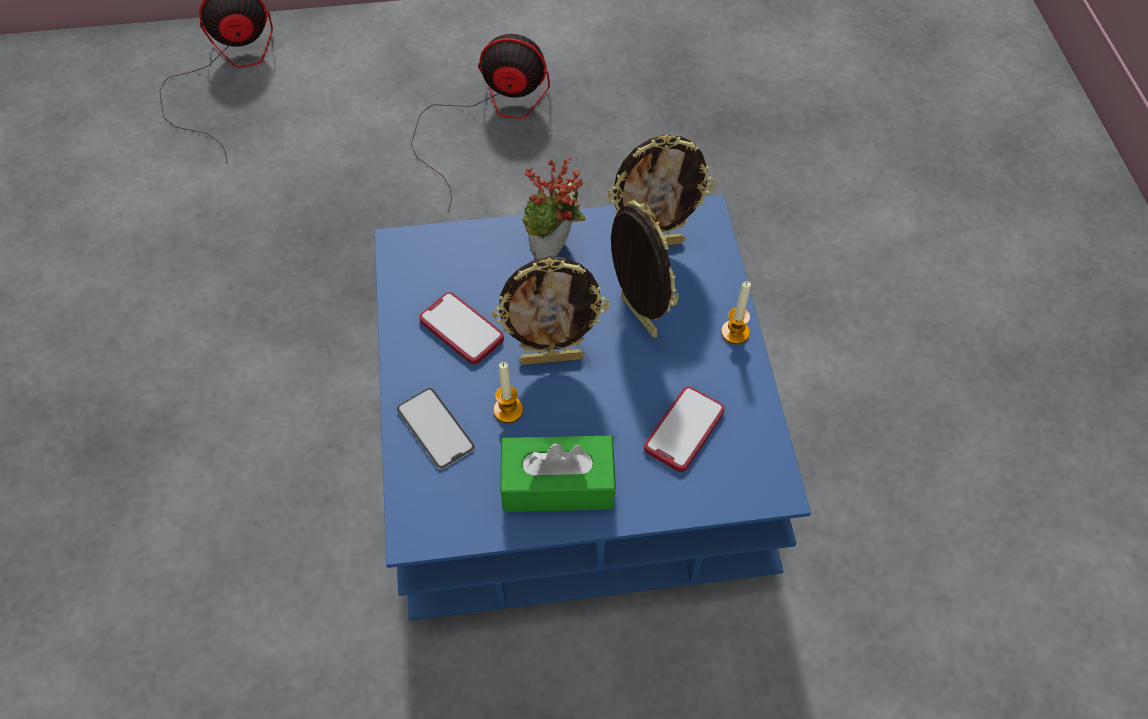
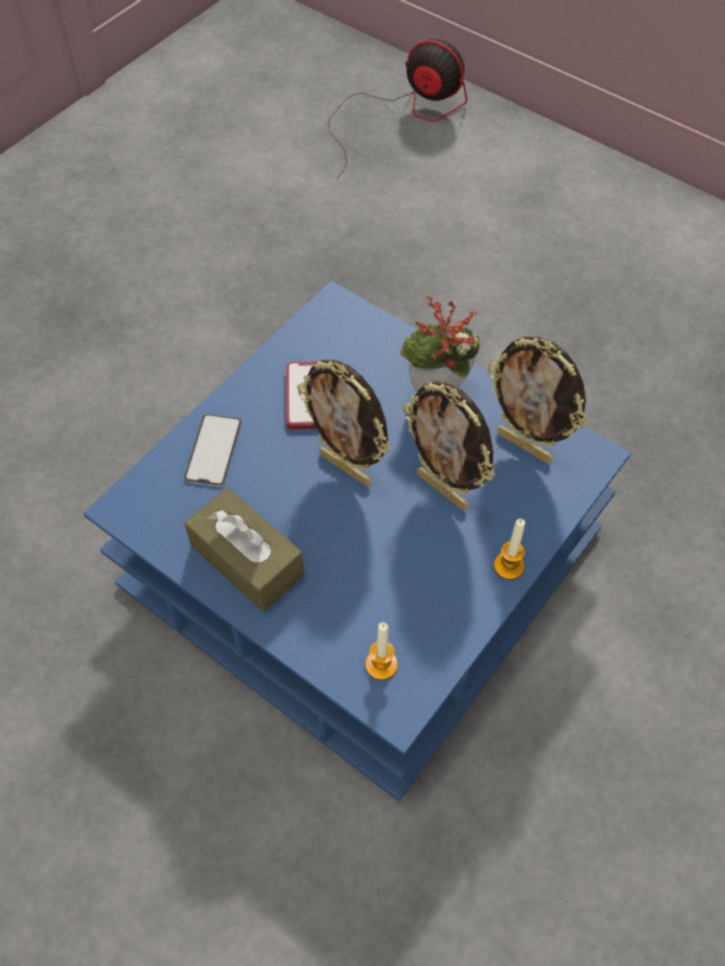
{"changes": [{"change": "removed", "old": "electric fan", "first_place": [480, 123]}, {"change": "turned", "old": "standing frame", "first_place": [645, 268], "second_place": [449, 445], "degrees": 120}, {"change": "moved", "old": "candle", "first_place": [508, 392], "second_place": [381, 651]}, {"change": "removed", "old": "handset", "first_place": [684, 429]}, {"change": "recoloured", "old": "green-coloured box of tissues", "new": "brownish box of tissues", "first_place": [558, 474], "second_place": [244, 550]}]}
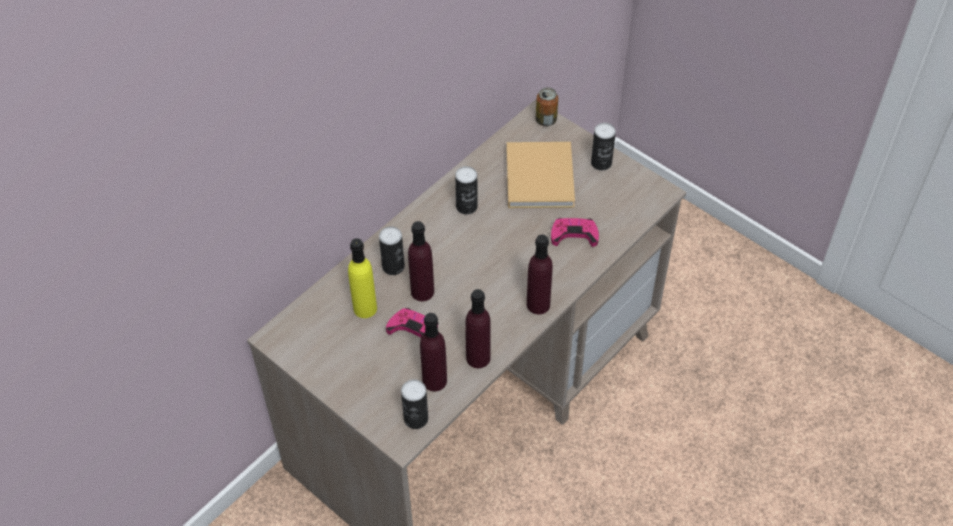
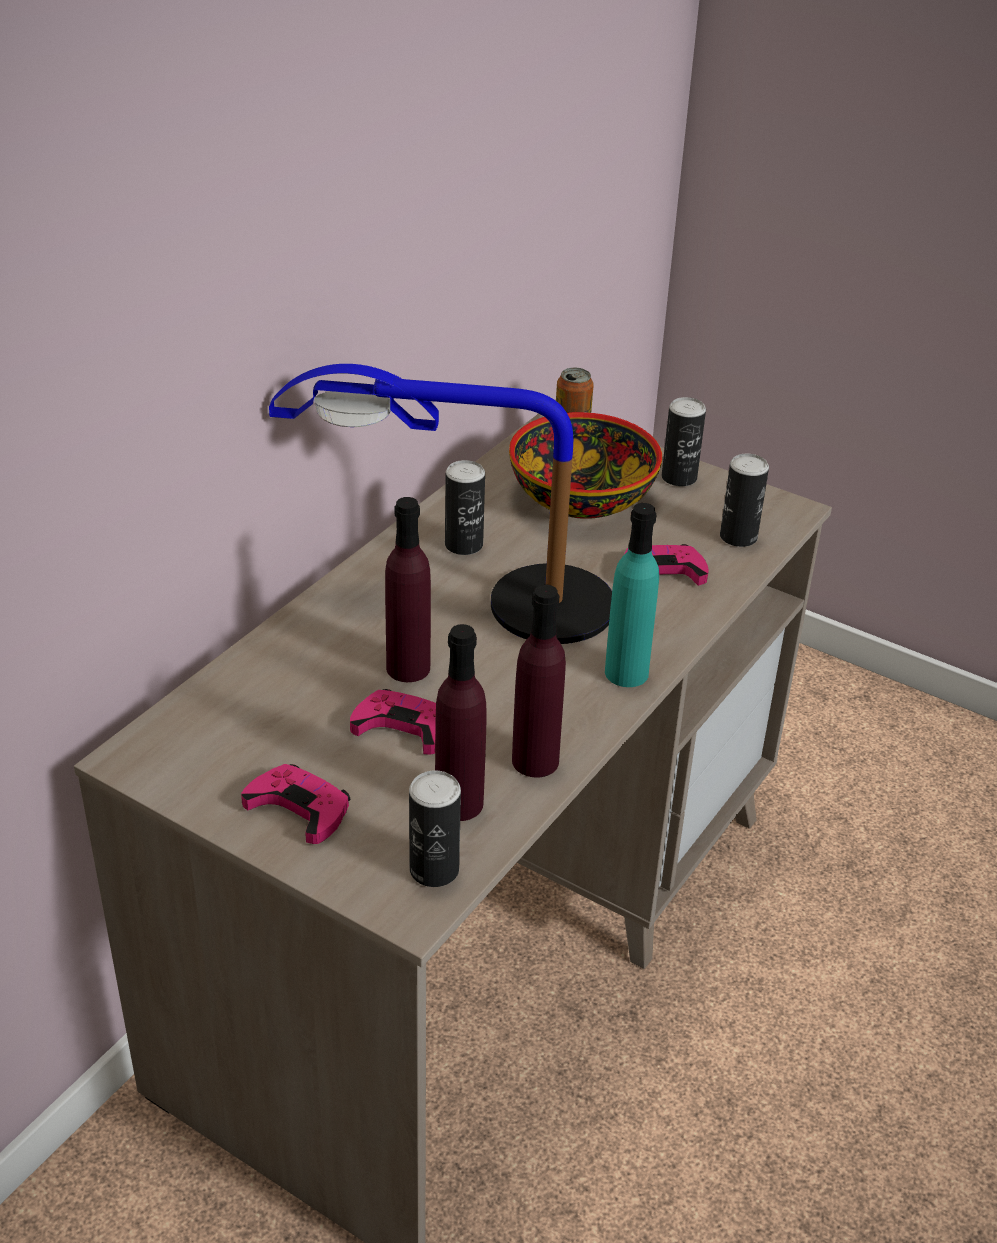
{"changes": [{"change": "replaced", "old": "sand-coloured bound book", "new": "serving bowl", "first_place": [540, 175], "second_place": [585, 465]}, {"change": "moved", "old": "sealed can", "first_place": [392, 250], "second_place": [744, 500]}, {"change": "recoloured", "old": "purple beverage bottle", "new": "blue-green beverage bottle", "first_place": [540, 274], "second_place": [632, 595]}, {"change": "removed", "old": "yellow-coloured beverage bottle", "first_place": [362, 278]}, {"change": "added", "new": "table lamp", "second_place": [440, 504]}, {"change": "added", "new": "pink-coloured joypad", "second_place": [295, 804]}]}
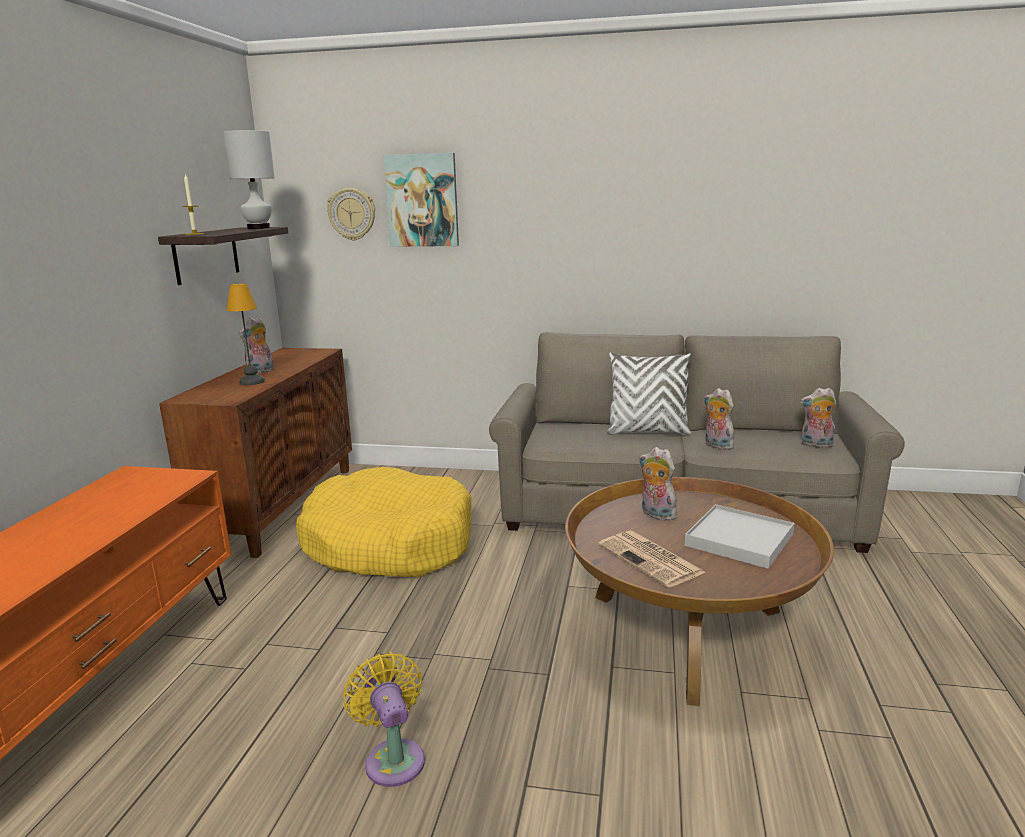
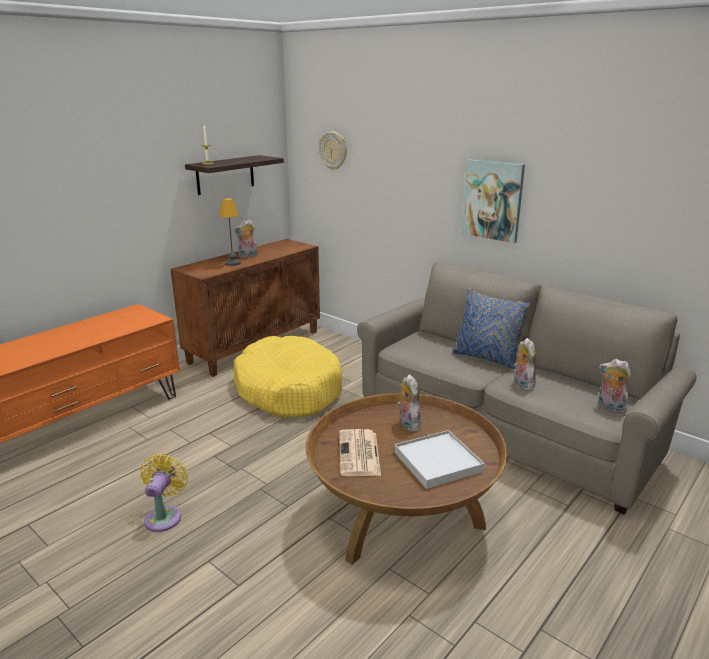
{"changes": [{"change": "removed", "old": "white table lamp", "first_place": [249, 179]}, {"change": "moved", "old": "wall art", "first_place": [421, 200], "second_place": [493, 201]}, {"change": "recoloured", "old": "white pillow", "new": "blue pillow", "first_place": [649, 393], "second_place": [491, 328]}]}
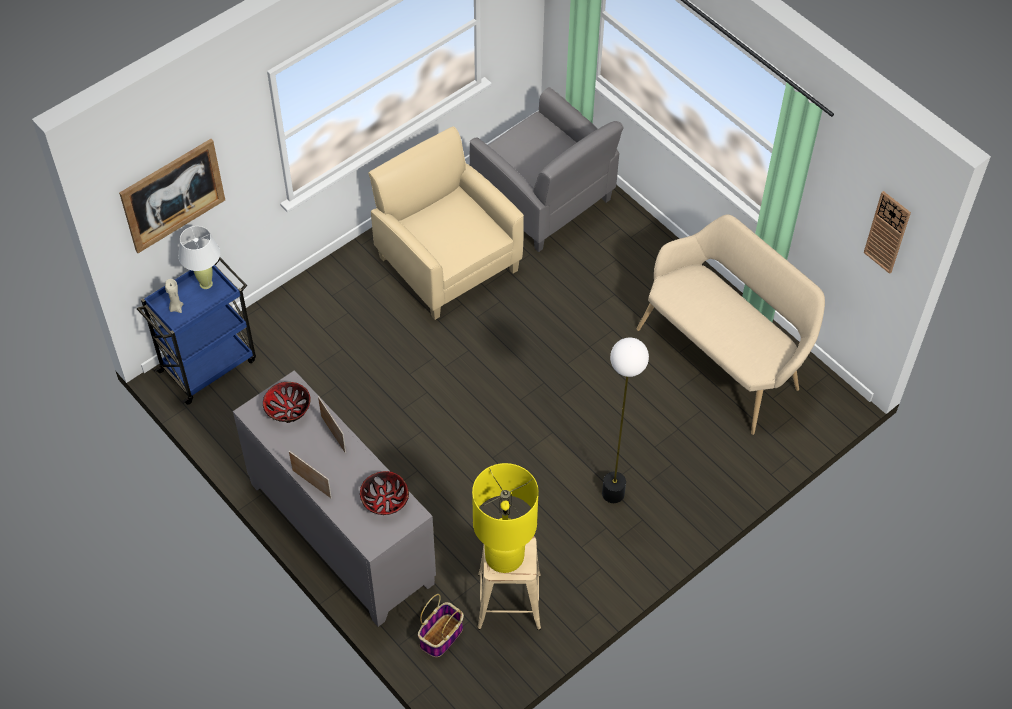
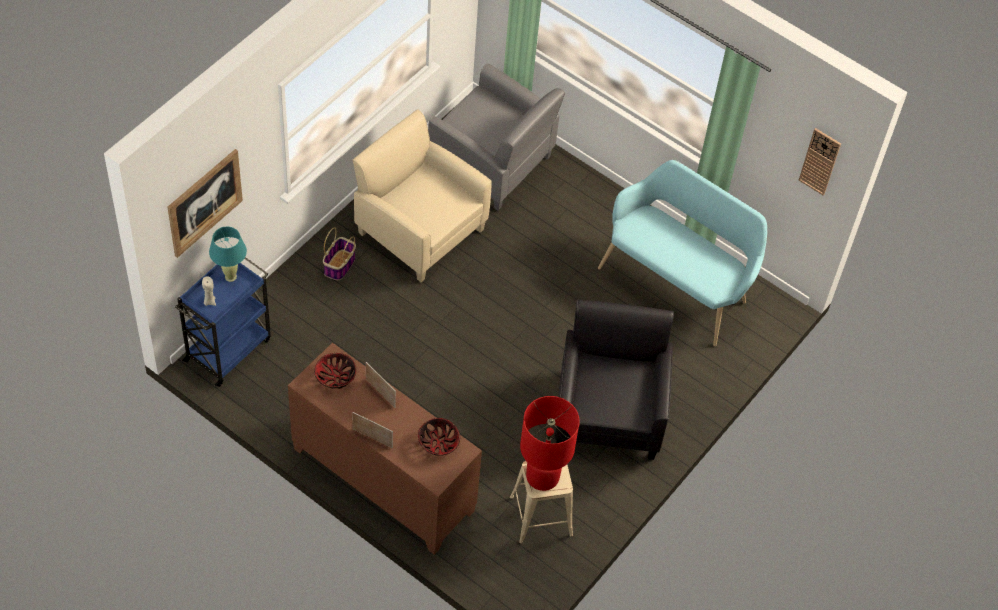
{"changes": [{"change": "recoloured", "old": "sand-coloured indoor bench", "new": "blue-green indoor bench", "first_place": [731, 325], "second_place": [682, 253]}, {"change": "recoloured", "old": "white table lamp", "new": "blue-green table lamp", "first_place": [199, 257], "second_place": [228, 254]}, {"change": "replaced", "old": "standing lamp", "new": "black armchair", "first_place": [625, 420], "second_place": [614, 379]}, {"change": "recoloured", "old": "greyish storage cabinet", "new": "brownish storage cabinet", "first_place": [334, 498], "second_place": [385, 449]}, {"change": "recoloured", "old": "yellow-coloured table lamp", "new": "reddish table lamp", "first_place": [505, 518], "second_place": [550, 443]}, {"change": "moved", "old": "household basket", "first_place": [441, 625], "second_place": [339, 253]}]}
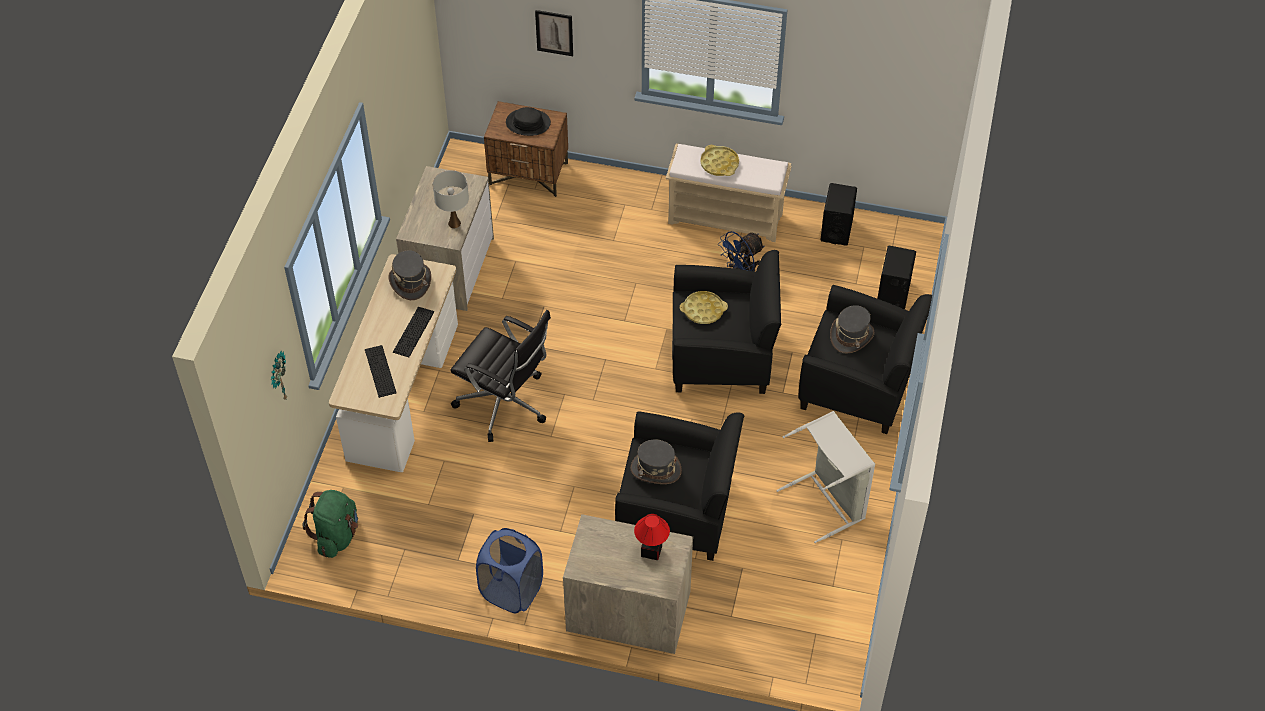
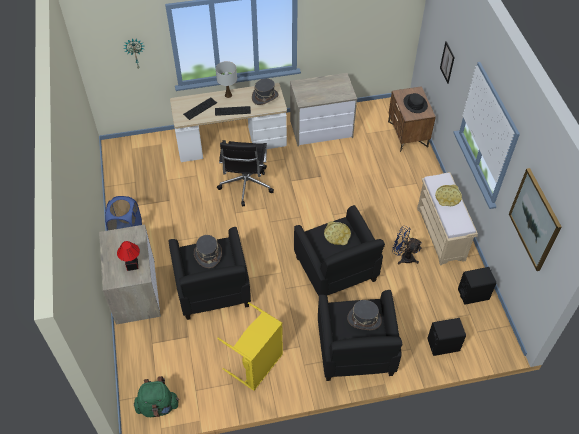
{"changes": [{"change": "moved", "old": "white table lamp", "first_place": [451, 199], "second_place": [226, 79]}, {"change": "recoloured", "old": "greyish hamper", "new": "yellow-coloured hamper", "first_place": [825, 477], "second_place": [250, 346]}, {"change": "moved", "old": "green-coloured backpack", "first_place": [330, 524], "second_place": [156, 396]}, {"change": "added", "new": "wall art", "second_place": [535, 219]}]}
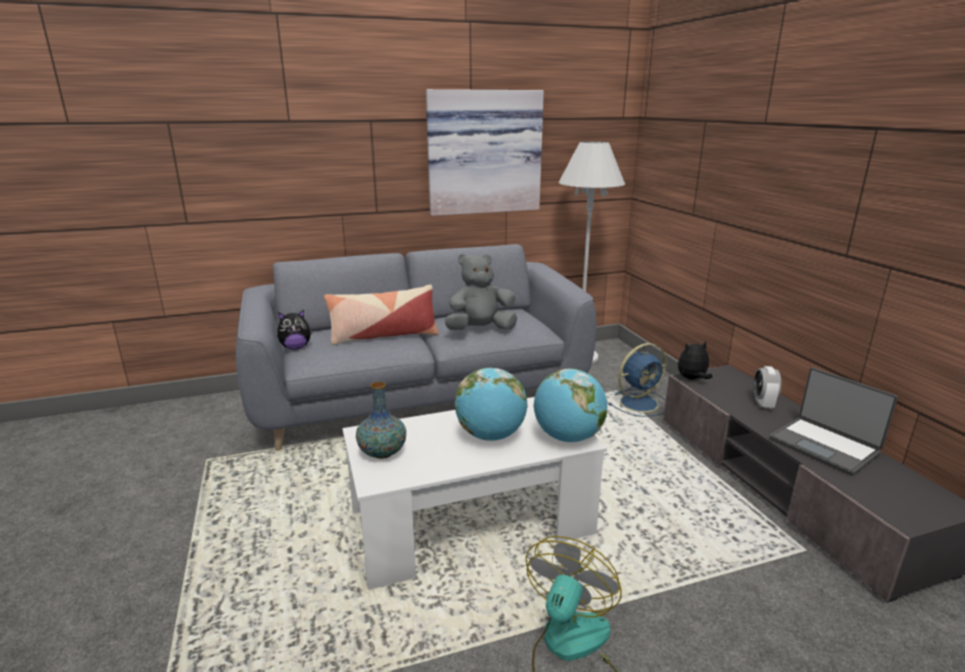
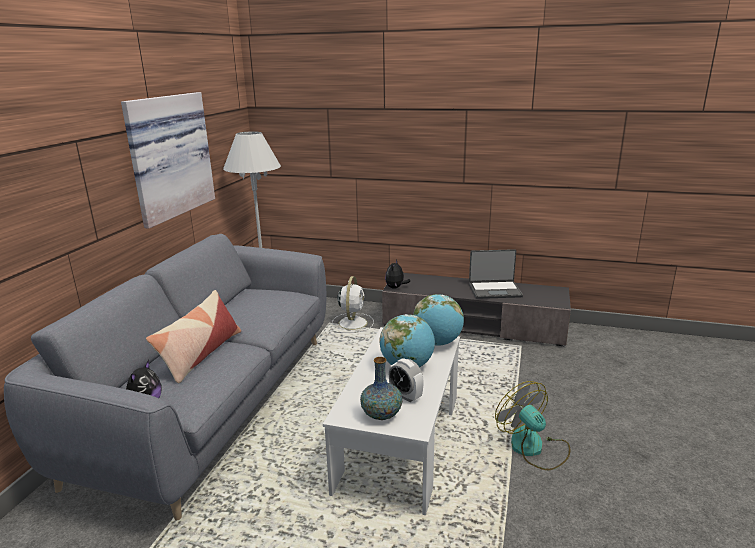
{"changes": [{"change": "removed", "old": "greyish plush toy", "first_place": [480, 292]}, {"change": "recoloured", "old": "blue electric fan", "new": "white electric fan", "first_place": [637, 380], "second_place": [353, 304]}, {"change": "moved", "old": "table clock", "first_place": [767, 387], "second_place": [406, 380]}]}
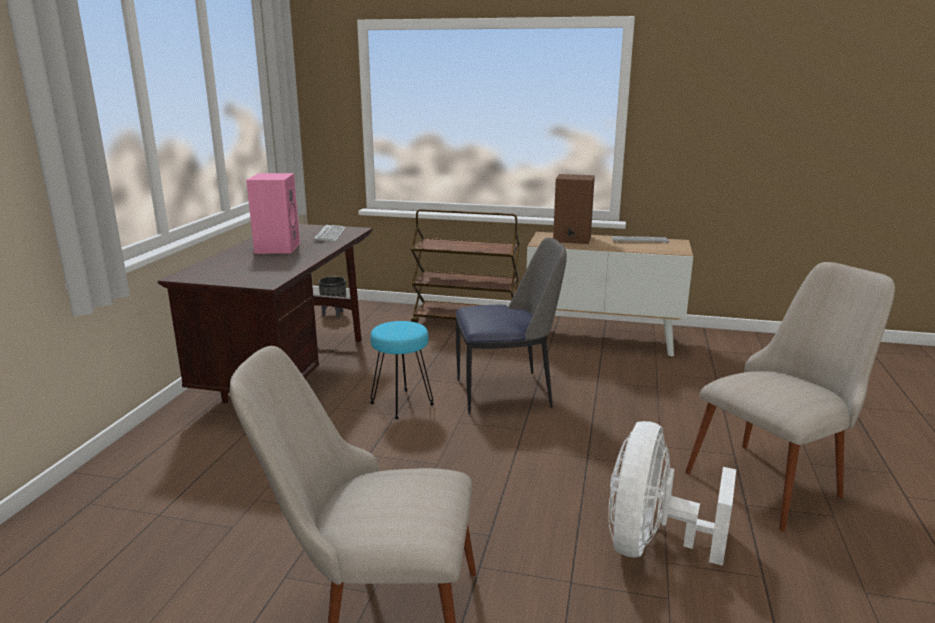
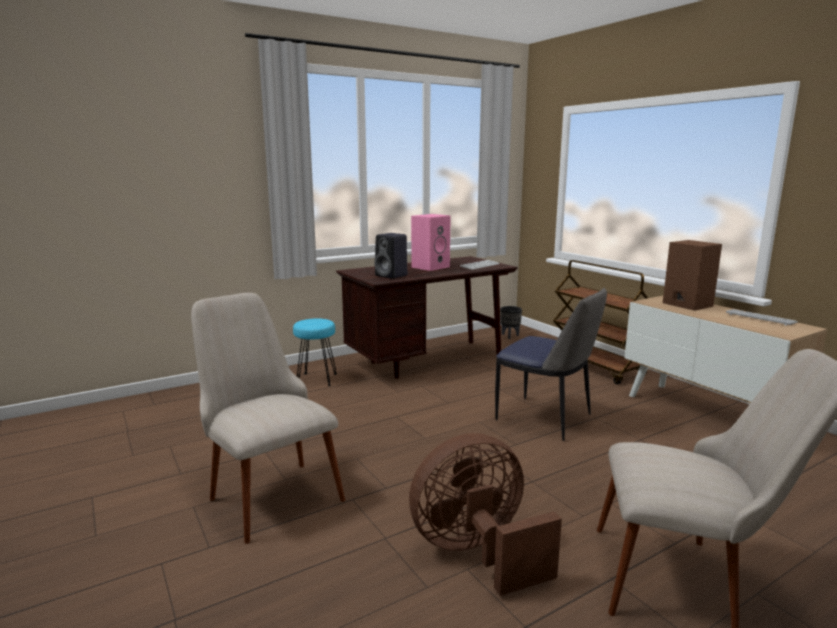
{"changes": [{"change": "moved", "old": "blue-green stool seat", "first_place": [402, 370], "second_place": [315, 352]}, {"change": "recoloured", "old": "white electric fan", "new": "brownish electric fan", "first_place": [672, 493], "second_place": [485, 514]}, {"change": "added", "new": "black loudspeaker", "second_place": [391, 256]}]}
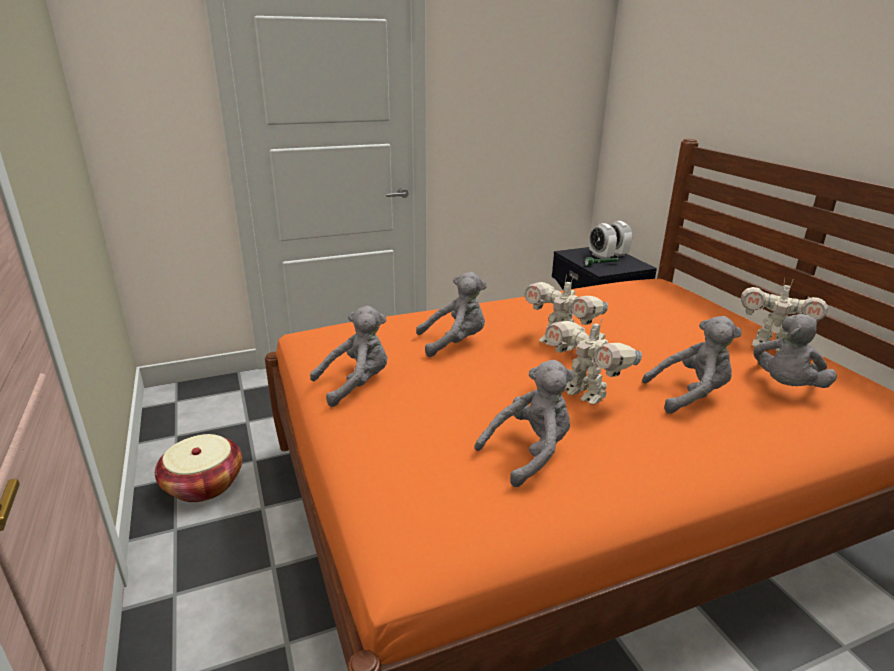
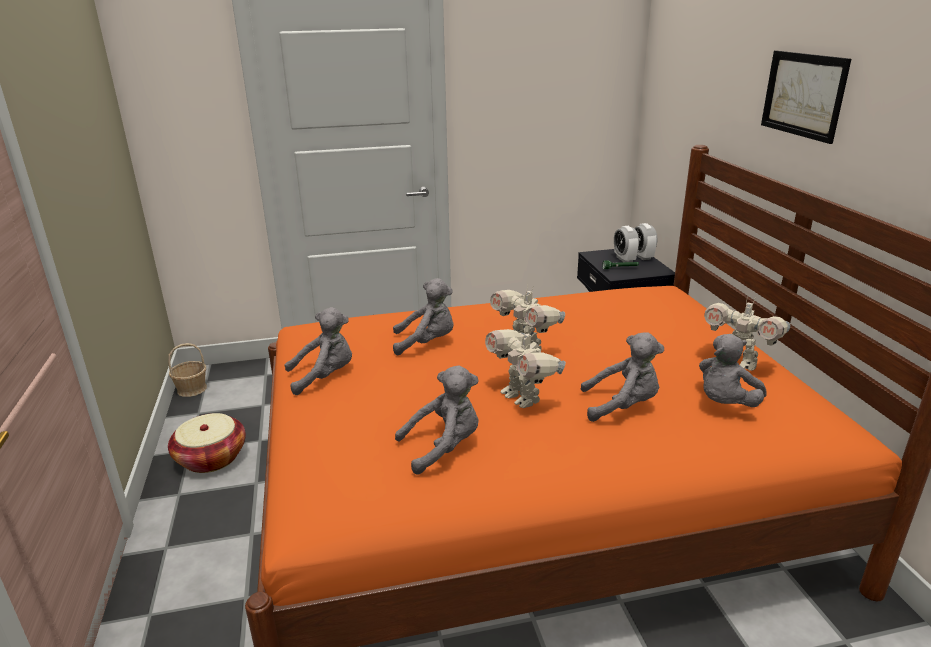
{"changes": [{"change": "added", "new": "wall art", "second_place": [806, 97]}, {"change": "added", "new": "household basket", "second_place": [187, 370]}]}
